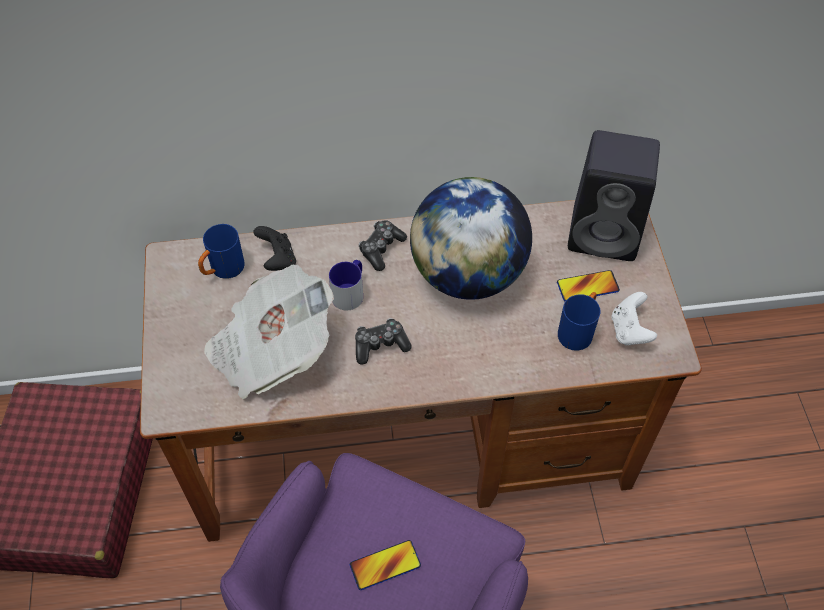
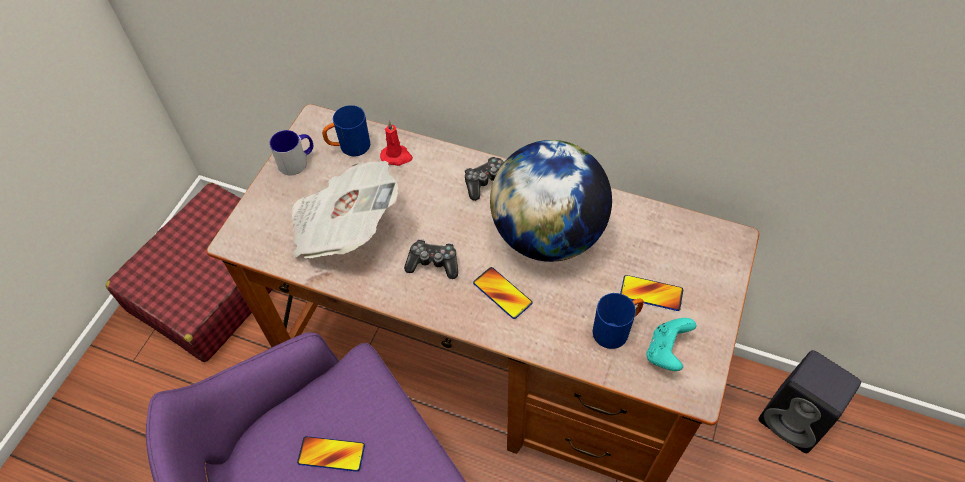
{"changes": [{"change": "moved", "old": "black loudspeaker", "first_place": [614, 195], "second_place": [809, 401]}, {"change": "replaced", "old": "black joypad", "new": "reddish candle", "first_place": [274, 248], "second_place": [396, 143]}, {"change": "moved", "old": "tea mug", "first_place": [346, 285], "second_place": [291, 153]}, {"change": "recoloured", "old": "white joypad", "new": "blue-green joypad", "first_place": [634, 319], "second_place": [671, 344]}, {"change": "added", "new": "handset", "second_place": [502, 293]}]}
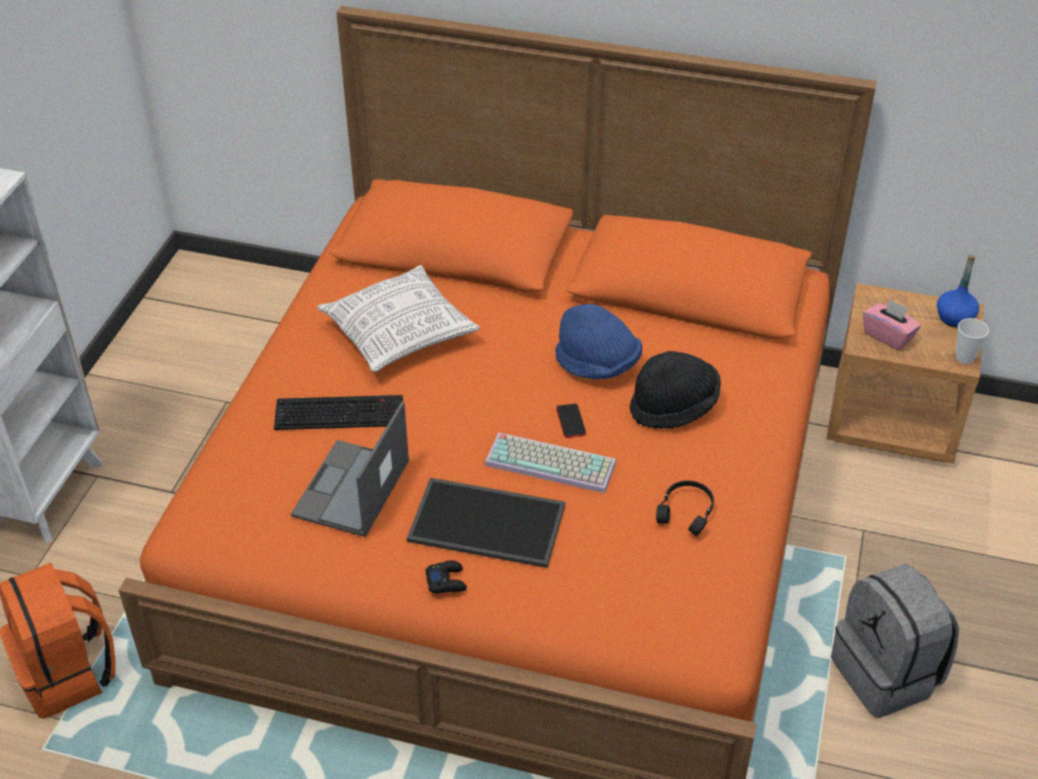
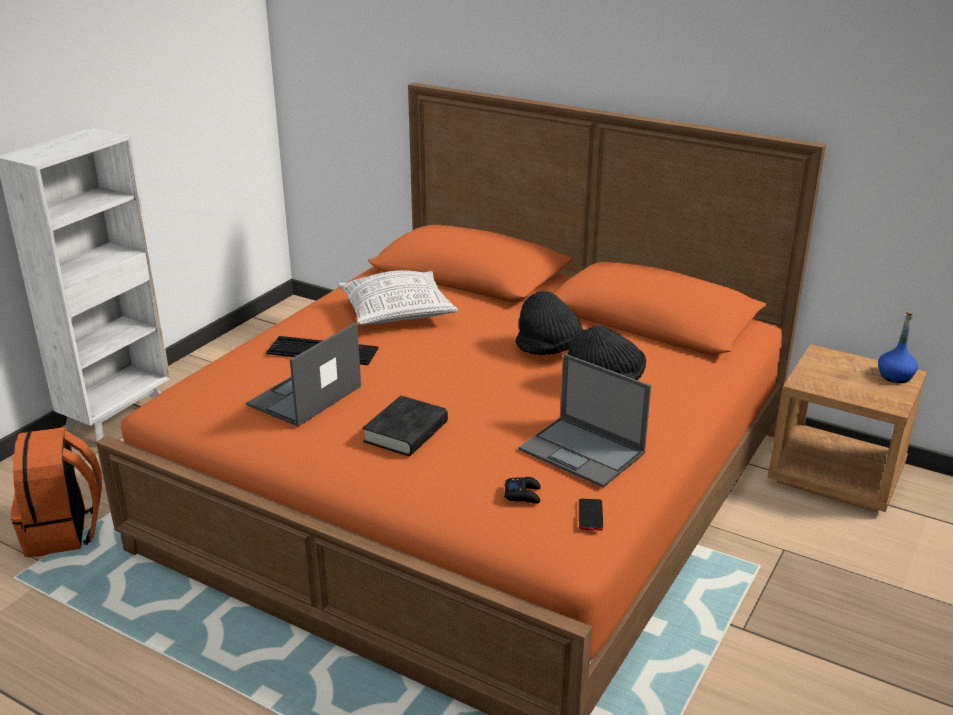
{"changes": [{"change": "removed", "old": "pink-coloured box of tissues", "first_place": [892, 324]}, {"change": "recoloured", "old": "blue clothing hat", "new": "black clothing hat", "first_place": [598, 342], "second_place": [550, 323]}, {"change": "removed", "old": "small cup", "first_place": [972, 341]}, {"change": "moved", "old": "handset", "first_place": [571, 420], "second_place": [591, 515]}, {"change": "removed", "old": "computer keyboard", "first_place": [550, 462]}, {"change": "replaced", "old": "carrying tray", "new": "black bound book", "first_place": [486, 523], "second_place": [405, 426]}, {"change": "replaced", "old": "black headphones", "new": "notebook computer", "first_place": [685, 508], "second_place": [585, 420]}, {"change": "moved", "old": "black joypad", "first_place": [446, 577], "second_place": [522, 490]}, {"change": "removed", "old": "greyish backpack", "first_place": [895, 641]}]}
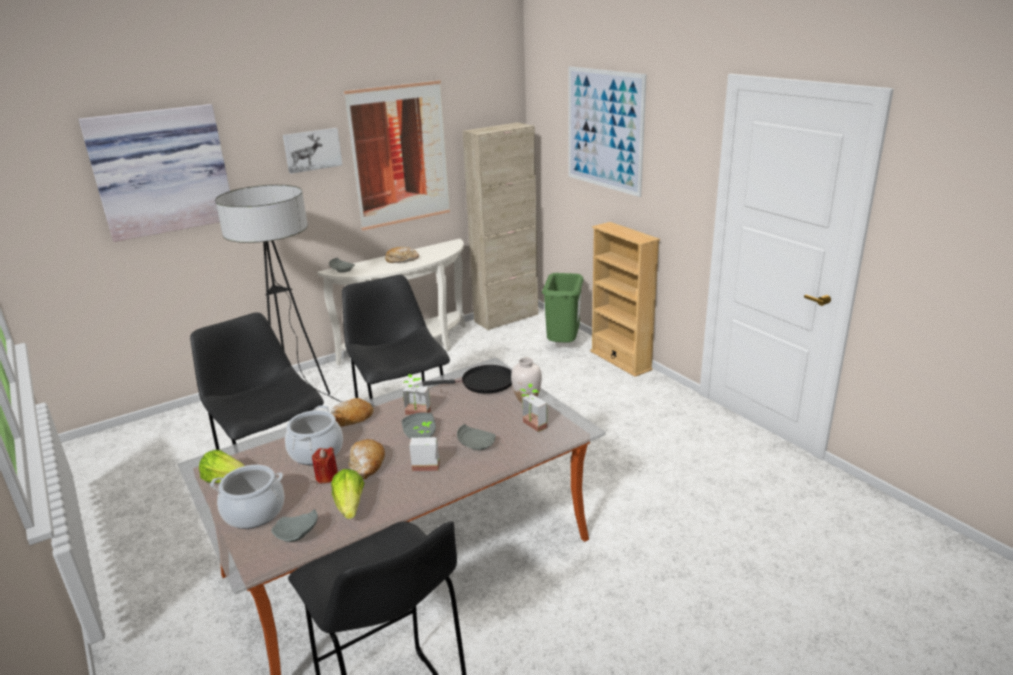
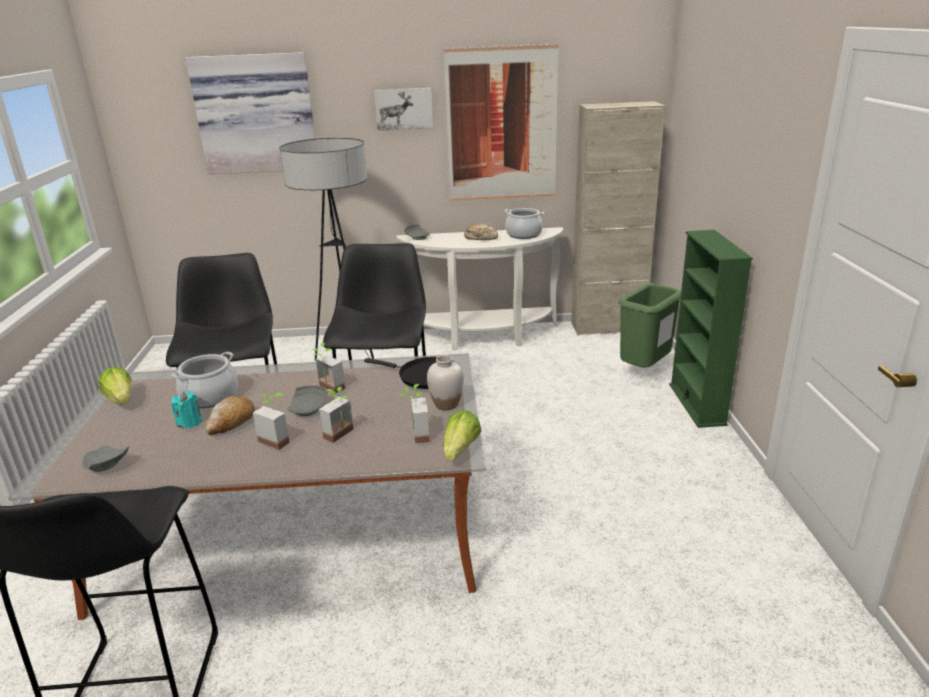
{"changes": [{"change": "removed", "old": "wall art", "first_place": [607, 131]}, {"change": "recoloured", "old": "sand-coloured bookshelf", "new": "green-coloured bookshelf", "first_place": [625, 299], "second_place": [711, 329]}, {"change": "removed", "old": "bread", "first_place": [352, 412]}, {"change": "replaced", "old": "greyish flat dish", "new": "potted plant", "first_place": [476, 437], "second_place": [336, 415]}, {"change": "recoloured", "old": "reddish candle", "new": "blue-green candle", "first_place": [325, 465], "second_place": [187, 409]}, {"change": "moved", "old": "cooking pot", "first_place": [247, 497], "second_place": [524, 223]}, {"change": "moved", "old": "lettuce head", "first_place": [347, 494], "second_place": [462, 435]}]}
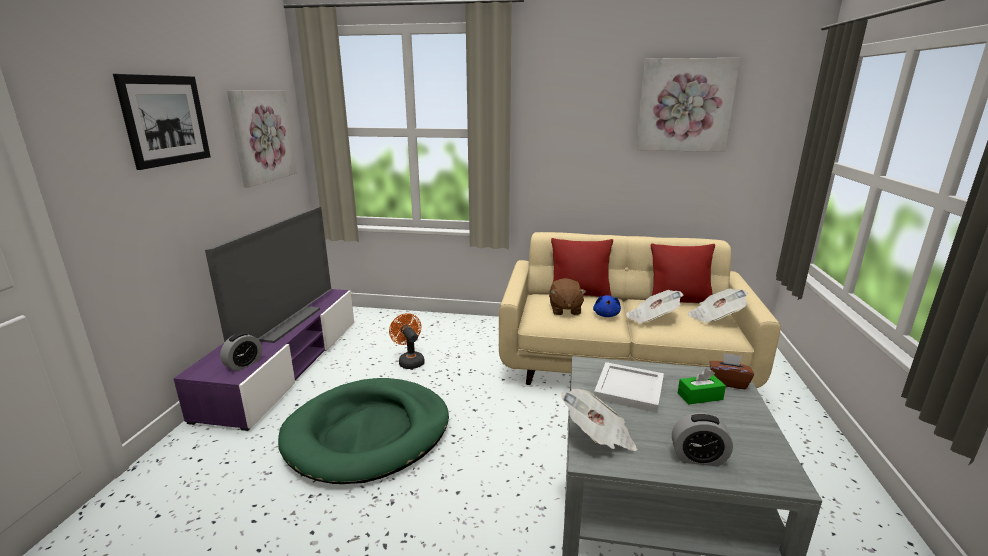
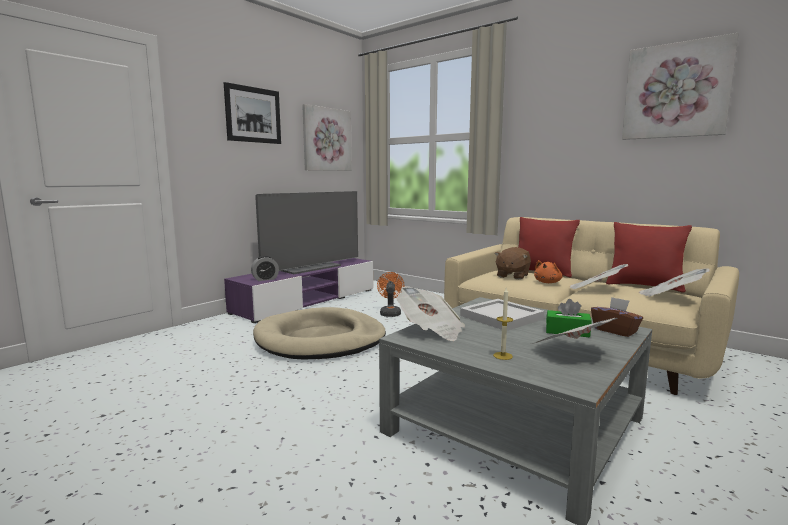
{"changes": [{"change": "recoloured", "old": "blue plush toy", "new": "orange plush toy", "first_place": [607, 306], "second_place": [548, 271]}, {"change": "recoloured", "old": "green-coloured pet bed", "new": "sand-coloured pet bed", "first_place": [363, 431], "second_place": [319, 333]}, {"change": "replaced", "old": "table clock", "new": "candle", "first_place": [702, 439], "second_place": [503, 324]}, {"change": "added", "new": "daily paper", "second_place": [574, 331]}]}
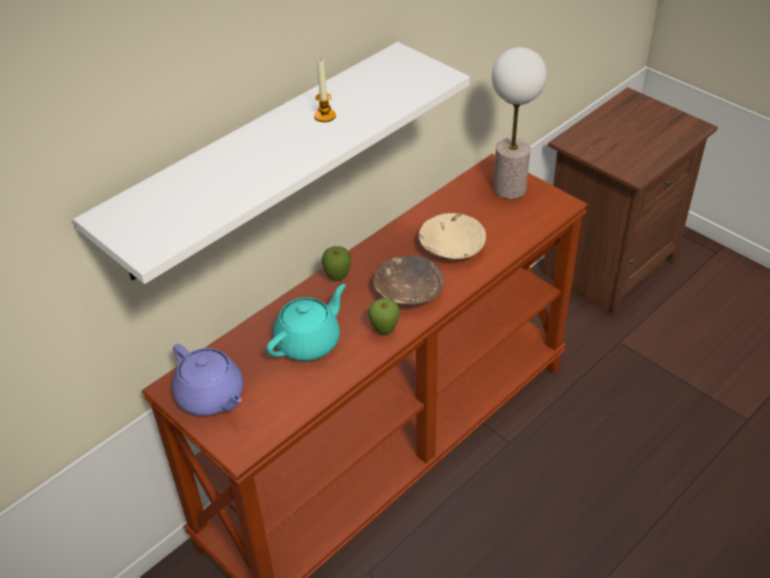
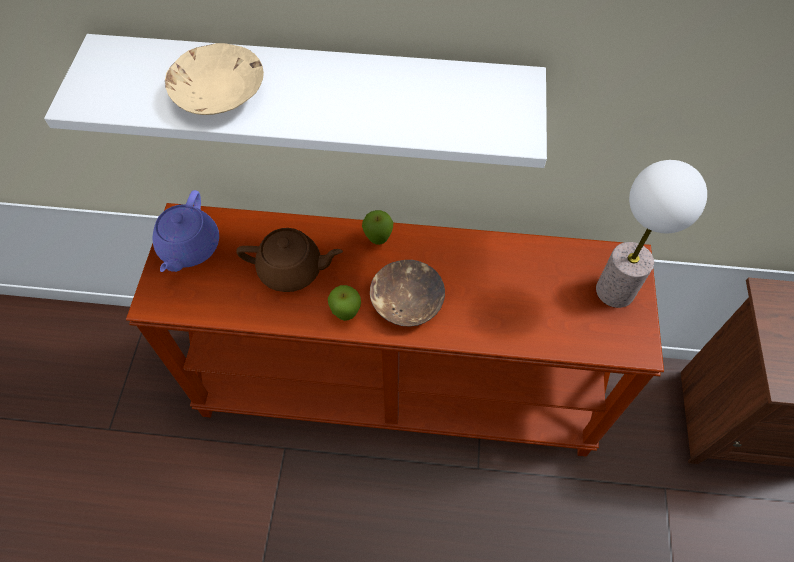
{"changes": [{"change": "removed", "old": "candle", "first_place": [325, 90]}, {"change": "moved", "old": "sand-coloured serving bowl", "first_place": [452, 236], "second_place": [214, 79]}, {"change": "recoloured", "old": "blue-green pot for tea", "new": "brownish pot for tea", "first_place": [306, 322], "second_place": [290, 260]}]}
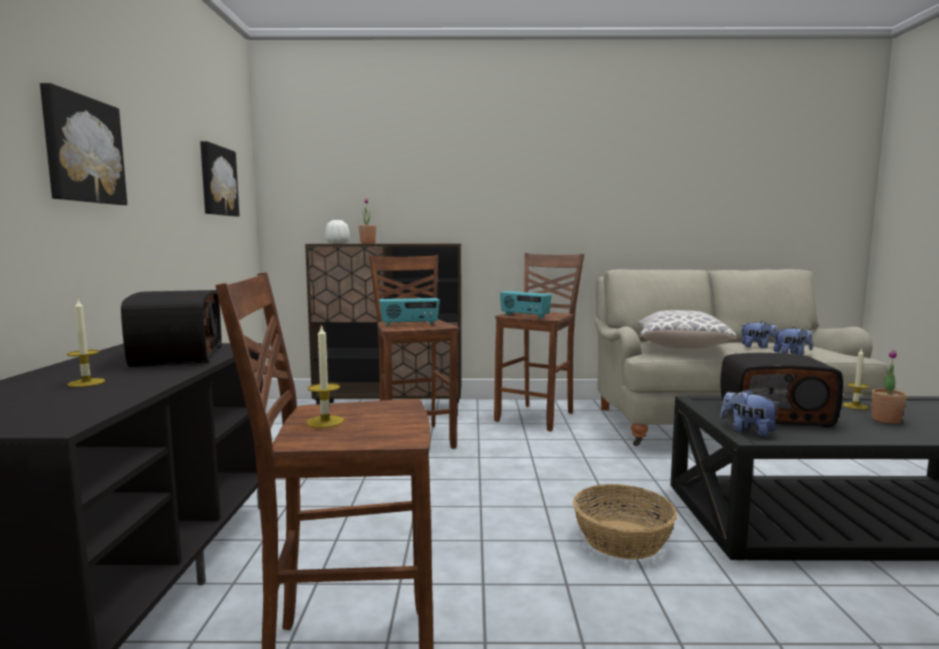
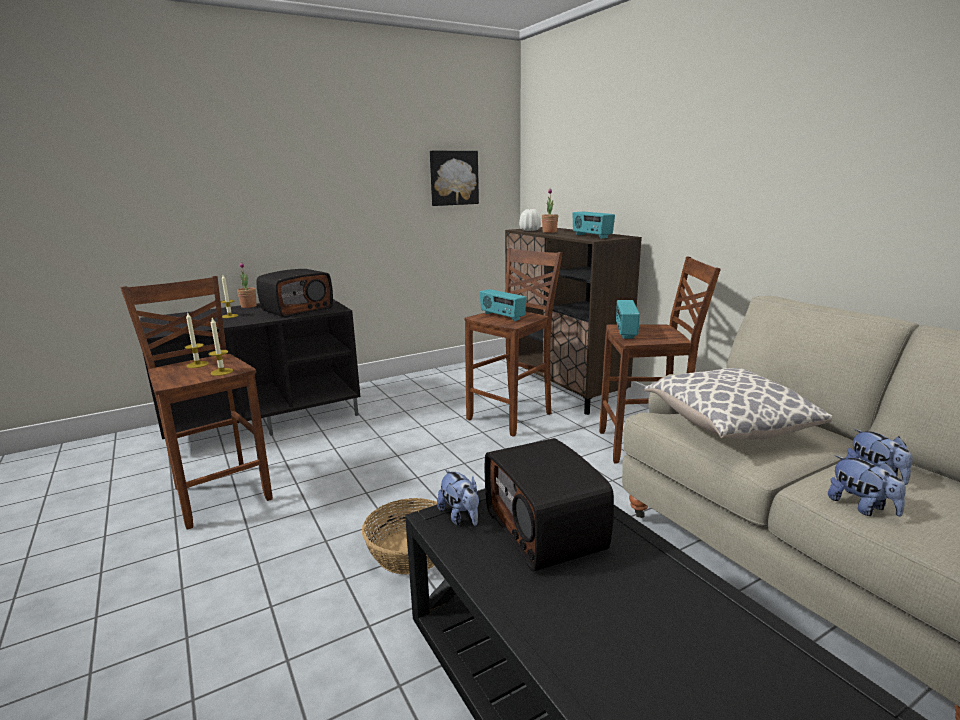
{"changes": [{"change": "removed", "old": "wall art", "first_place": [83, 144]}, {"change": "moved", "old": "candle", "first_place": [855, 379], "second_place": [221, 347]}, {"change": "moved", "old": "potted plant", "first_place": [889, 387], "second_place": [247, 285]}, {"change": "turned", "old": "plush toy", "first_place": [750, 413], "second_place": [458, 497], "degrees": 135}, {"change": "added", "new": "radio", "second_place": [593, 225]}]}
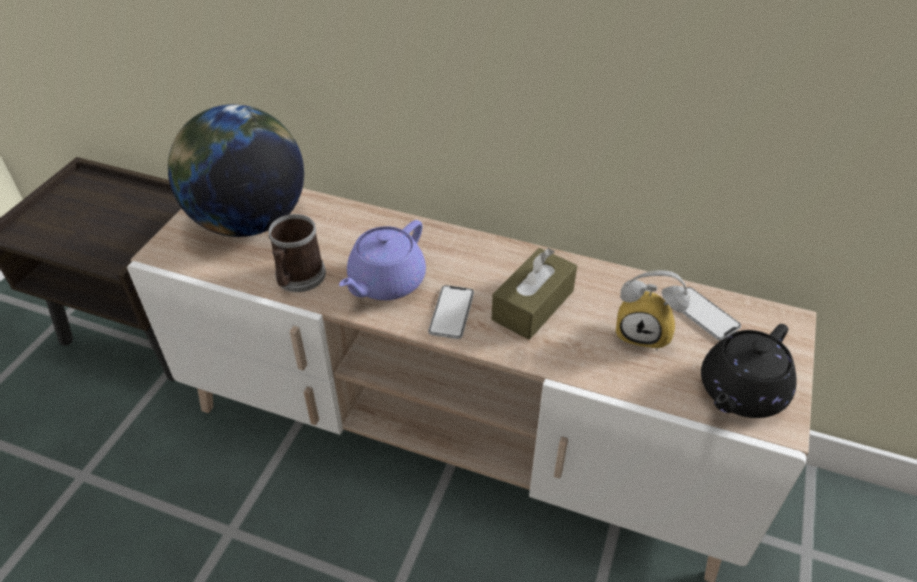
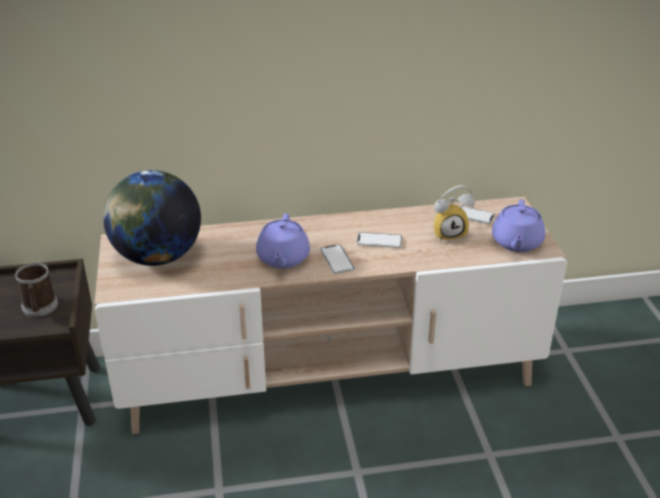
{"changes": [{"change": "moved", "old": "tea mug", "first_place": [297, 253], "second_place": [36, 290]}, {"change": "replaced", "old": "brownish box of tissues", "new": "handset", "first_place": [534, 294], "second_place": [379, 240]}, {"change": "recoloured", "old": "black pot for tea", "new": "purple pot for tea", "first_place": [749, 371], "second_place": [518, 226]}]}
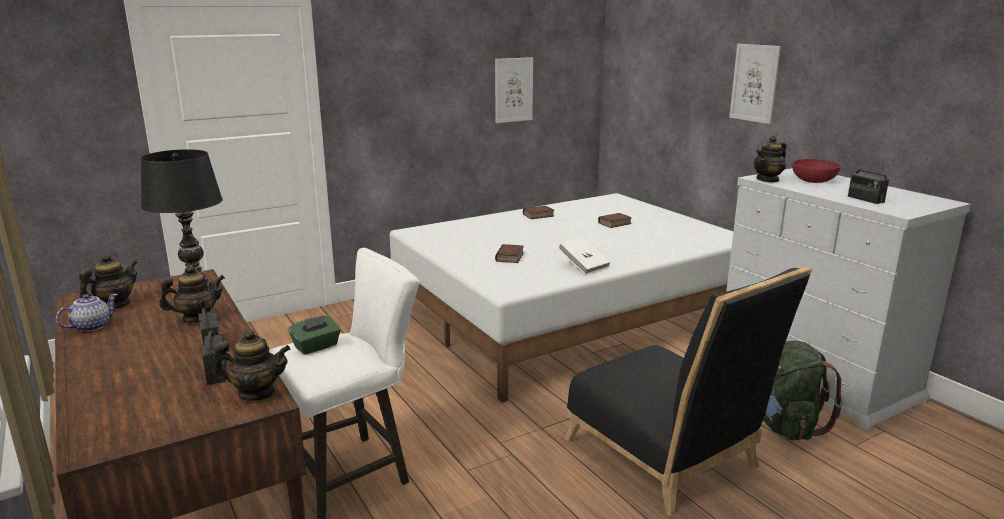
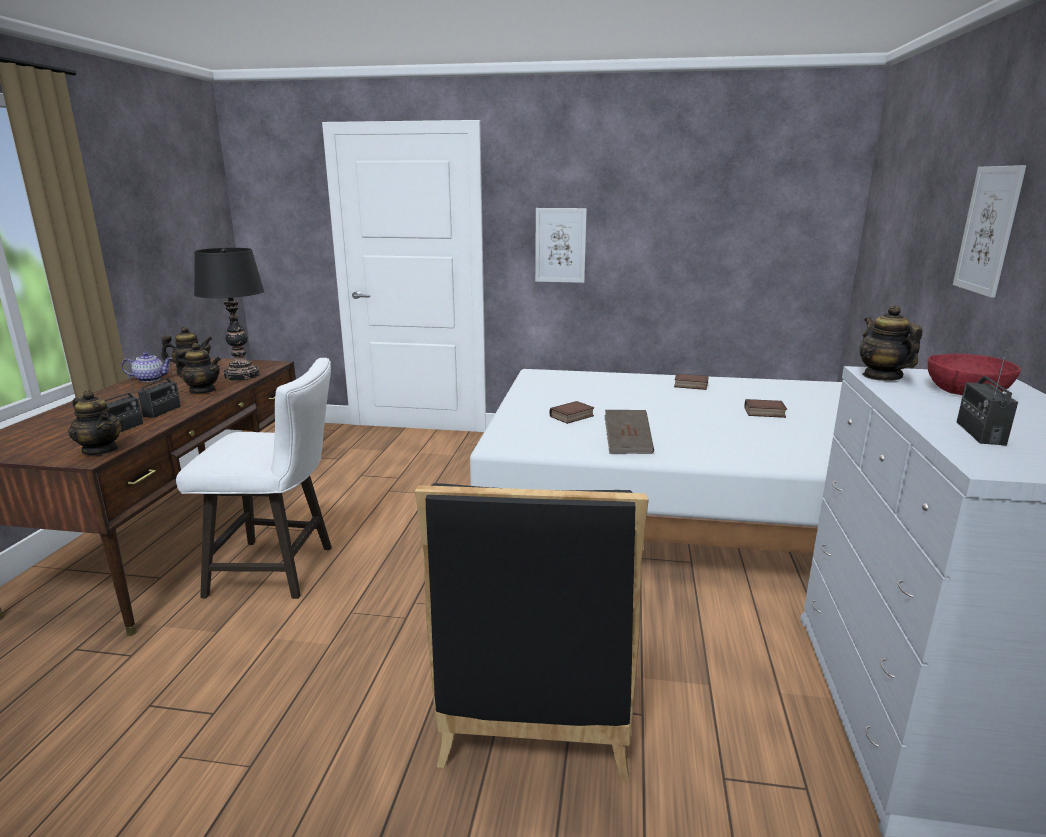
{"changes": [{"change": "moved", "old": "wall art", "first_place": [514, 90], "second_place": [561, 245]}, {"change": "turned", "old": "pot for tea", "first_place": [770, 159], "second_place": [890, 343], "degrees": 75}, {"change": "recoloured", "old": "white bound book", "new": "brownish bound book", "first_place": [584, 255], "second_place": [629, 432]}, {"change": "removed", "old": "green-coloured box of tissues", "first_place": [314, 335]}, {"change": "removed", "old": "green-coloured backpack", "first_place": [803, 390]}]}
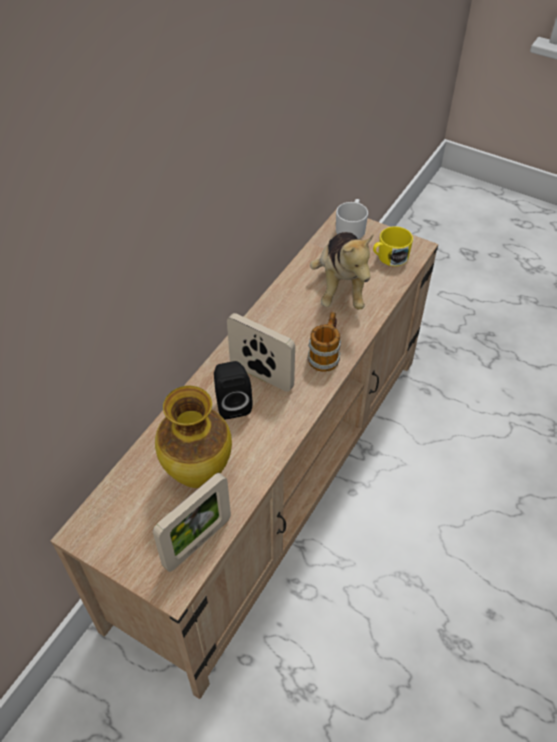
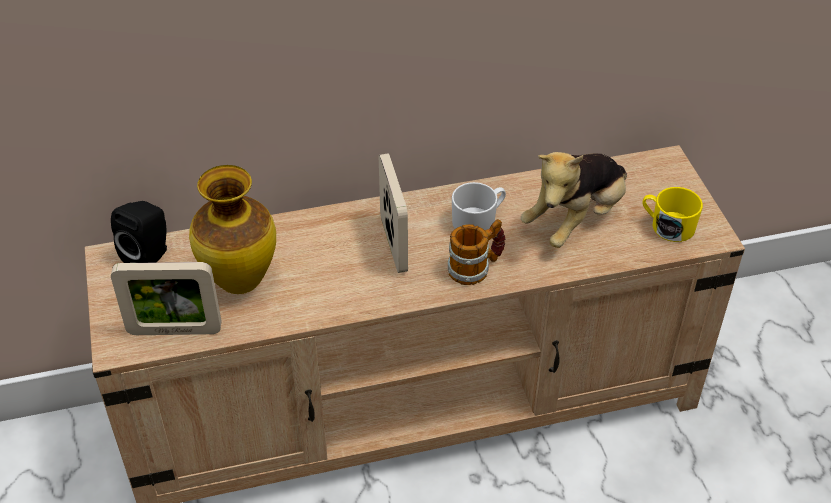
{"changes": [{"change": "moved", "old": "white tea mug", "first_place": [352, 219], "second_place": [479, 206]}, {"change": "moved", "old": "black loudspeaker", "first_place": [233, 390], "second_place": [139, 232]}]}
